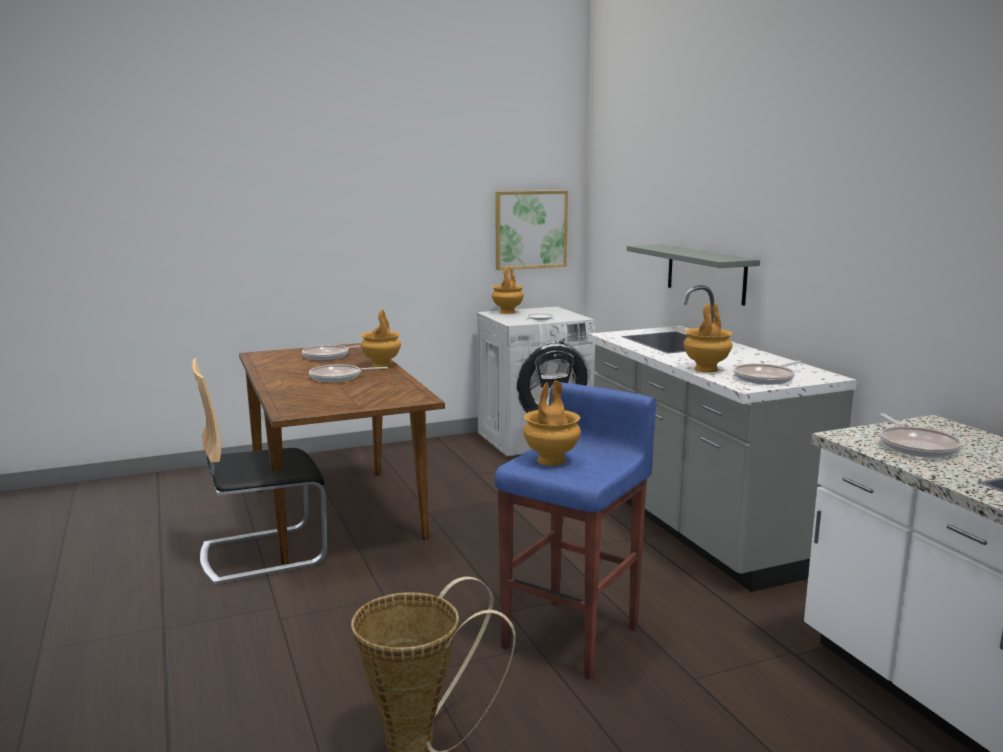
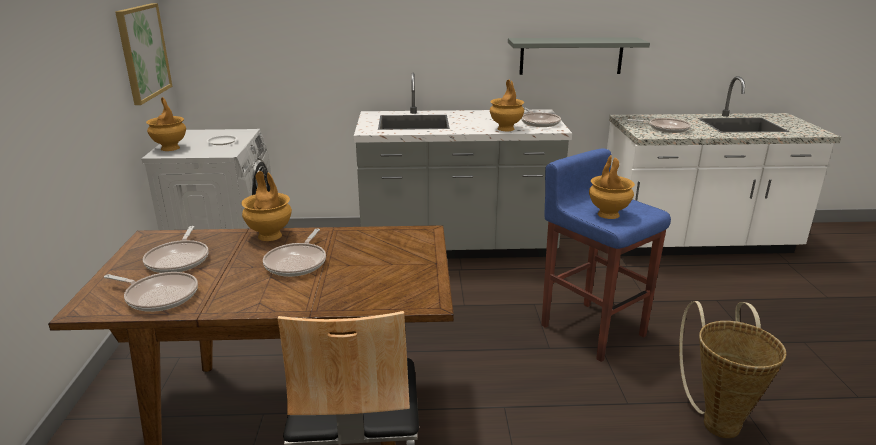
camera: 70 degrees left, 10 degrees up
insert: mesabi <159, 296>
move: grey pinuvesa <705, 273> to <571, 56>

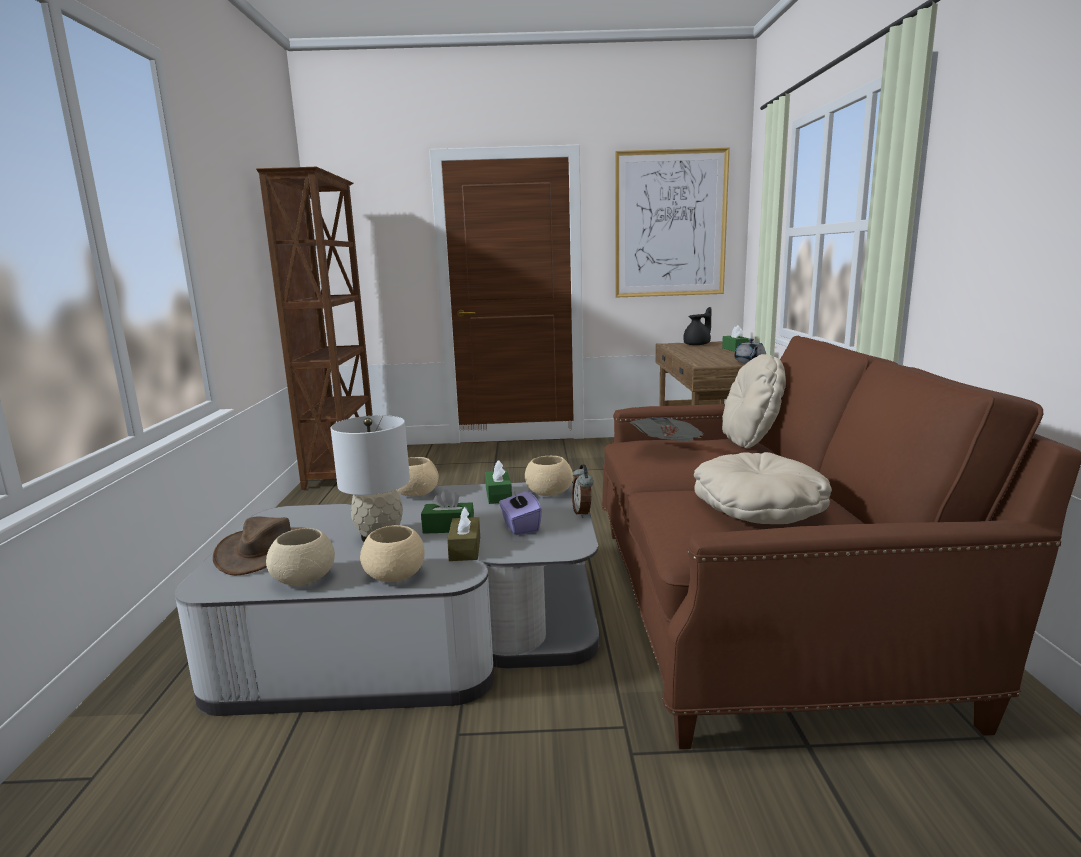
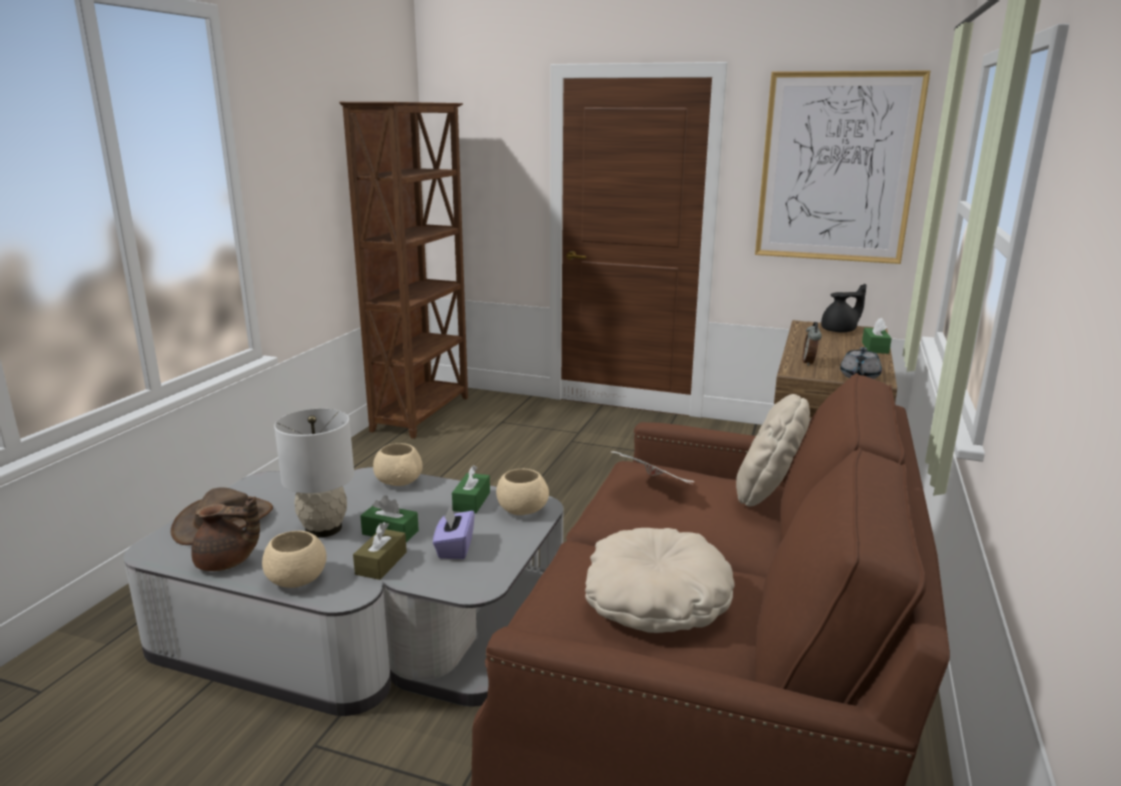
camera: 20 degrees right, 5 degrees up
move: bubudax <583, 513> to <809, 363>
replace: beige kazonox <305, 579> to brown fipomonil <226, 563>

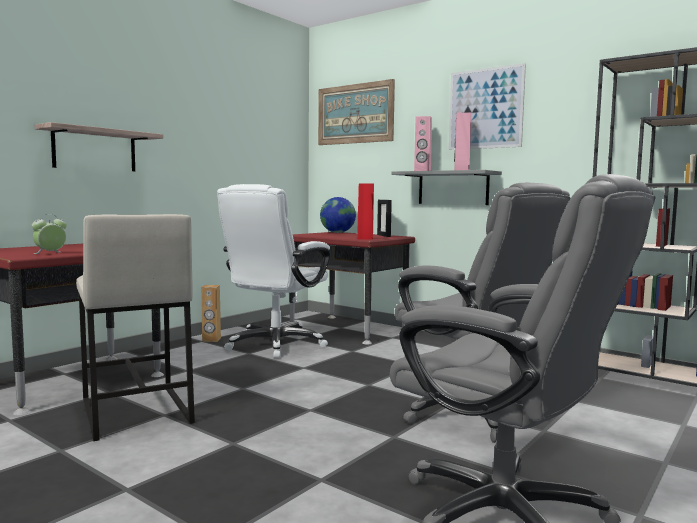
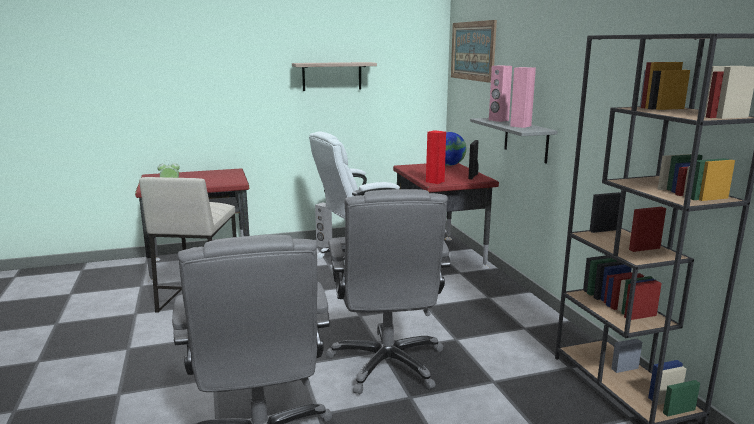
camera: 35 degrees right, 10 degrees up
delete: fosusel <485, 108>
move: pinuvesa <95, 150> to <332, 76>
recolor: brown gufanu <211, 340> to white gufanu <324, 245>

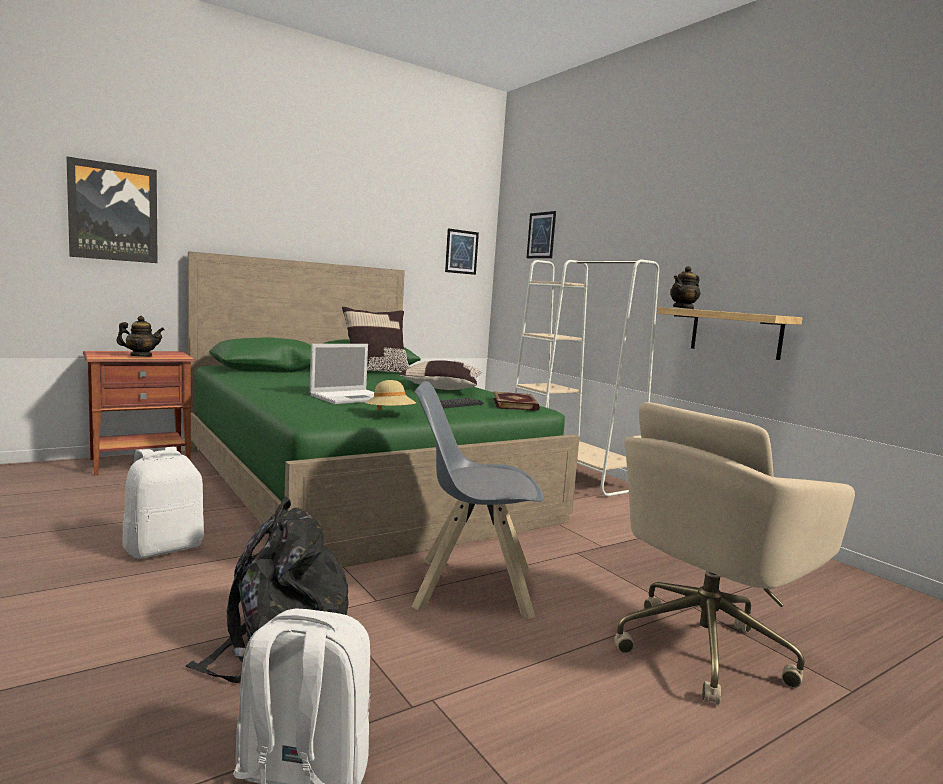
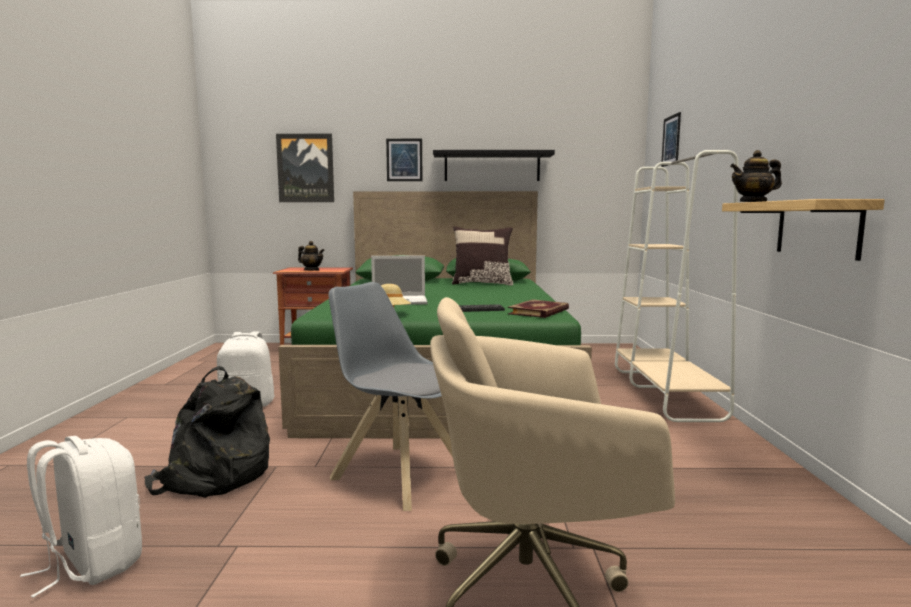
camera: 35 degrees right, 0 degrees up
delete: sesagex <441, 388>
insert: black pinuvesa <492, 167>
move: fosusel <461, 252> to <404, 160>

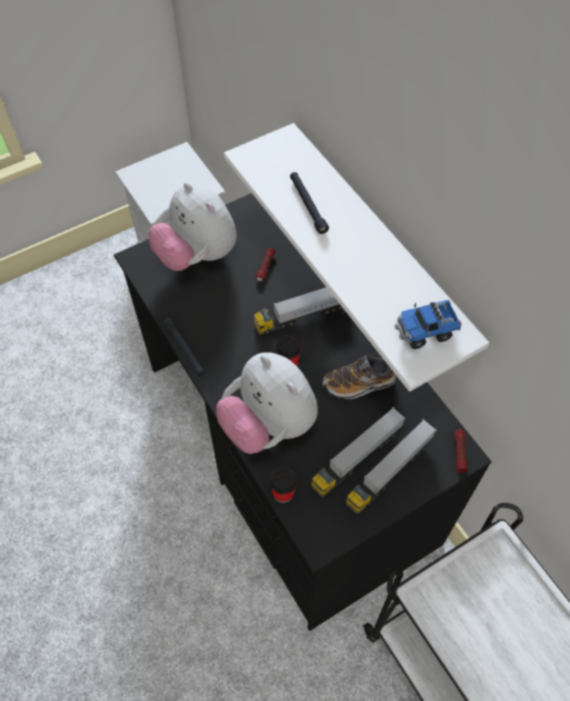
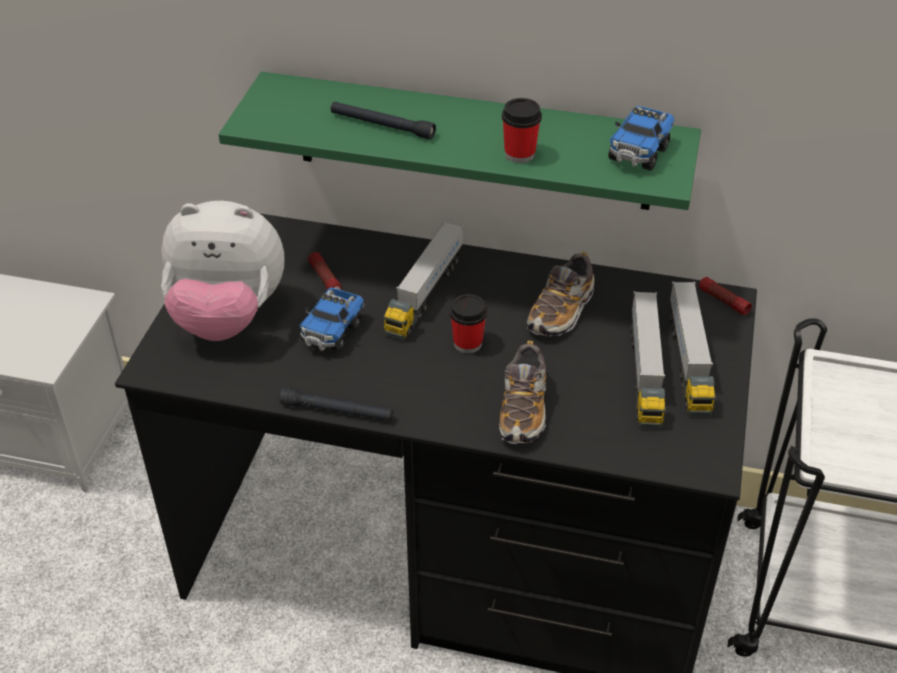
camera: 45 degrees left, 15 degrees down
insert: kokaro <332, 332>
move: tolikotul <283, 492> to <519, 154>
replace: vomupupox <268, 424> to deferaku <523, 410>
recolor: white pinuvesa <378, 246> to green pinuvesa <473, 142>

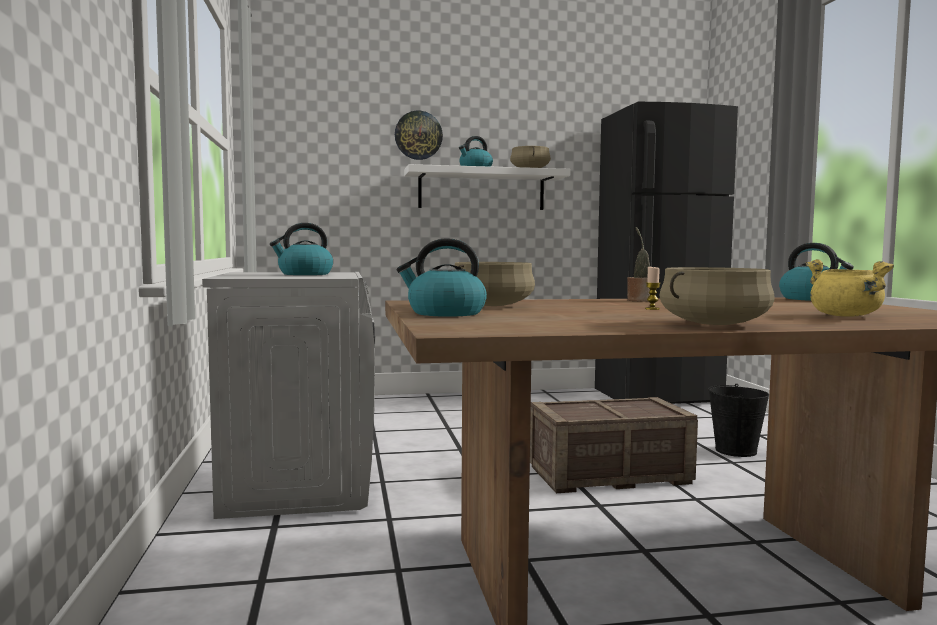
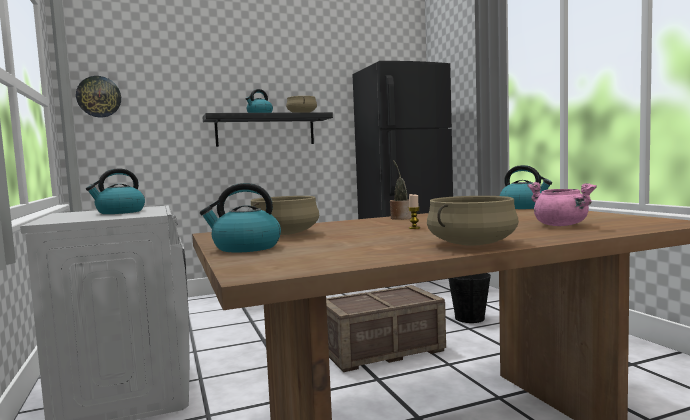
camera: 10 degrees left, 0 degrees up
move: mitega <418, 135> to <99, 97>
recolor: white pinuvesa <481, 190> to black pinuvesa <265, 130>; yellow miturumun <846, 316> to pink miturumun <561, 225>

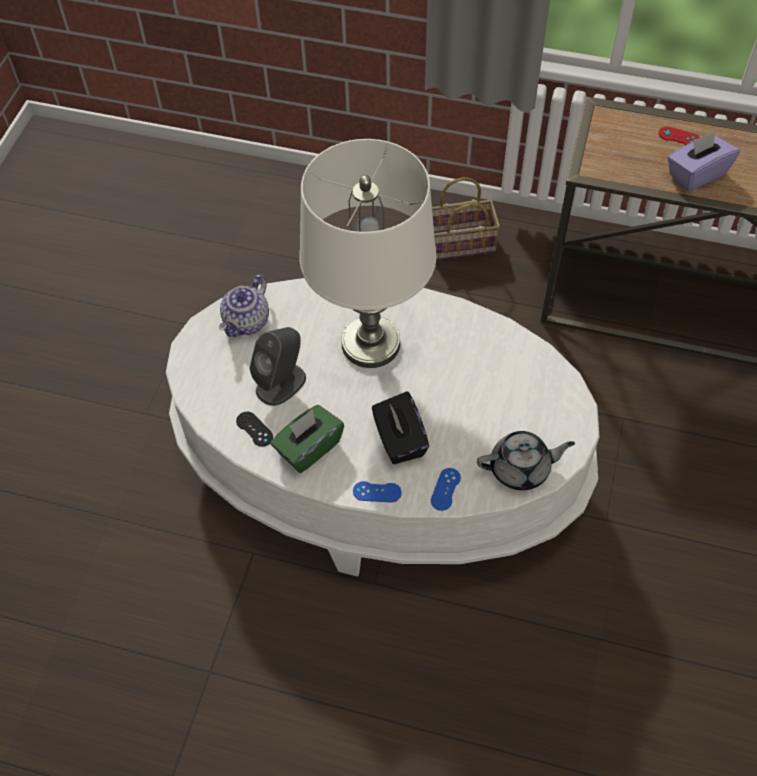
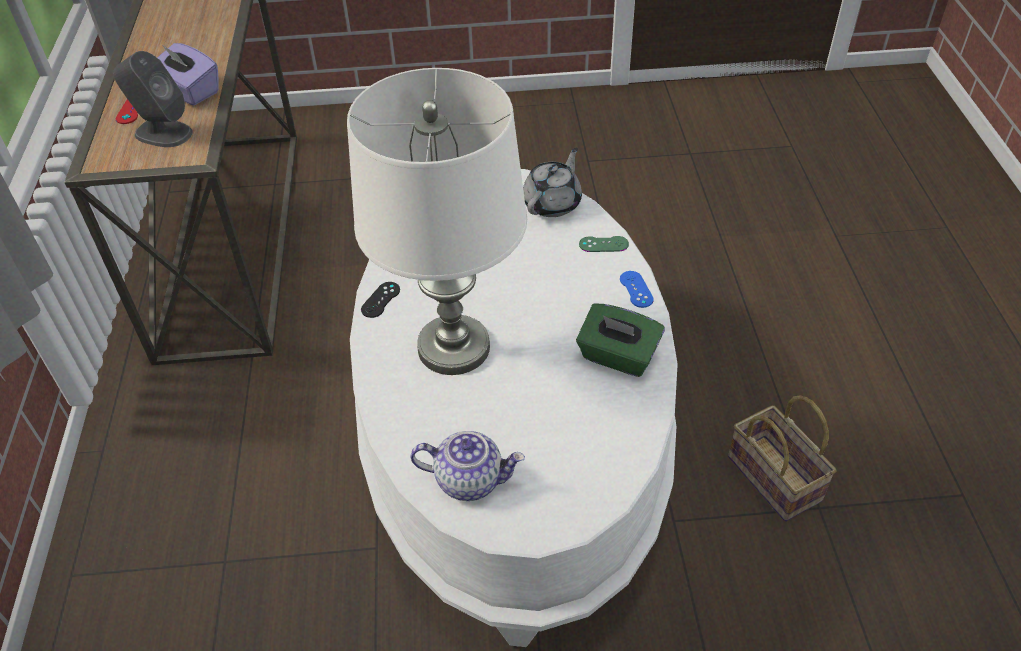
camera: 110 degrees left, 10 degrees down
delete: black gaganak <399, 440>
move: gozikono <459, 245> to <777, 479>; grey gufanu <281, 383> to <163, 133>; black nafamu <254, 429> to <380, 300>
recolor: blue nafamu <445, 489> to green nafamu <603, 244>
rotate: grey fipomonil <521, 468> = <553, 203> 60 degrees clockwise

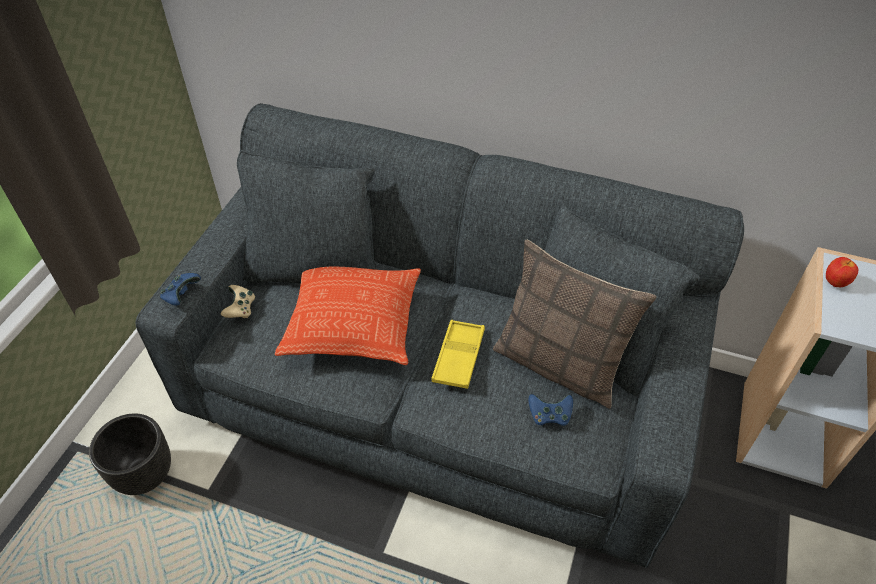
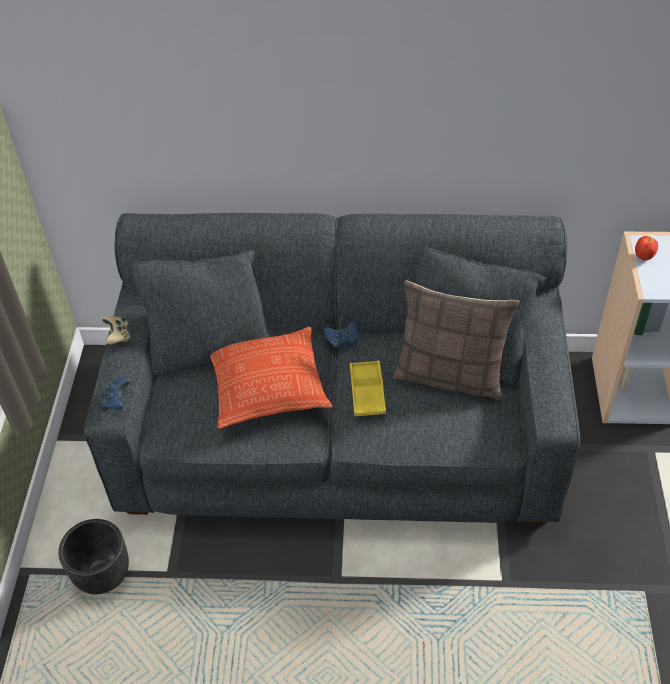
camera: 15 degrees left, 0 degrees up
move: beige nafamu <240, 309> to <118, 336>; blue nafamu <549, 416> to <342, 340>

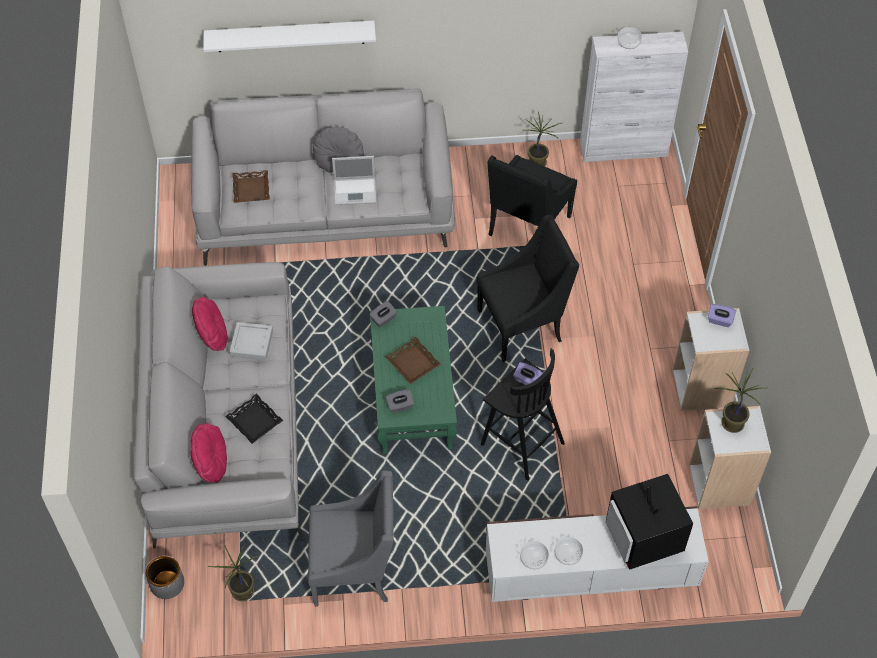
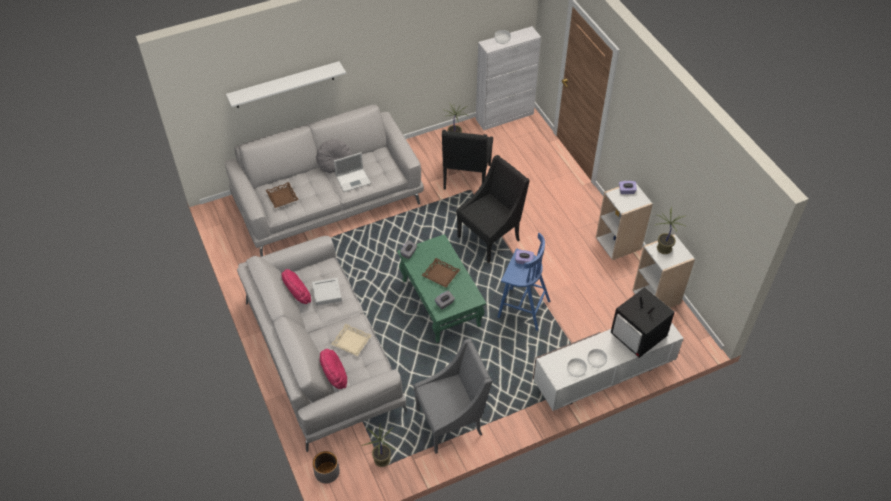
camera: 20 degrees left, 5 degrees down
recolor: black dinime <520, 442> to blue dinime <522, 308>; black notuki <254, 421> to beige notuki <351, 342>

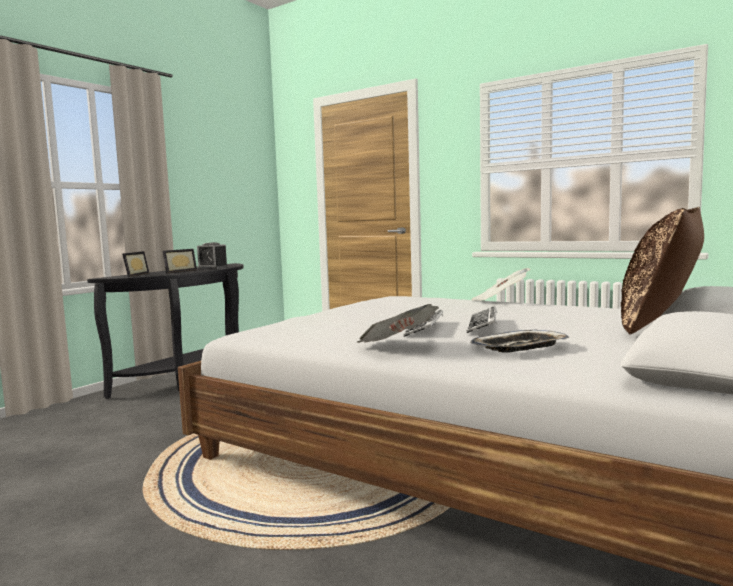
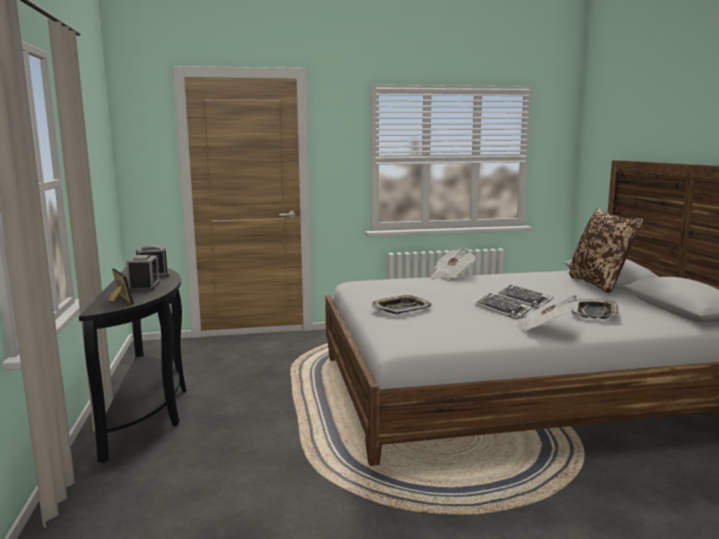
camera: 45 degrees left, 5 degrees up
insert: notuki <401, 309>
replace: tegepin <178, 271> to bubudax <144, 287>

